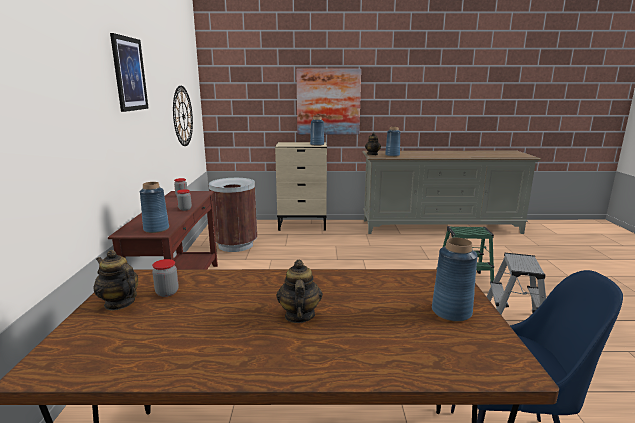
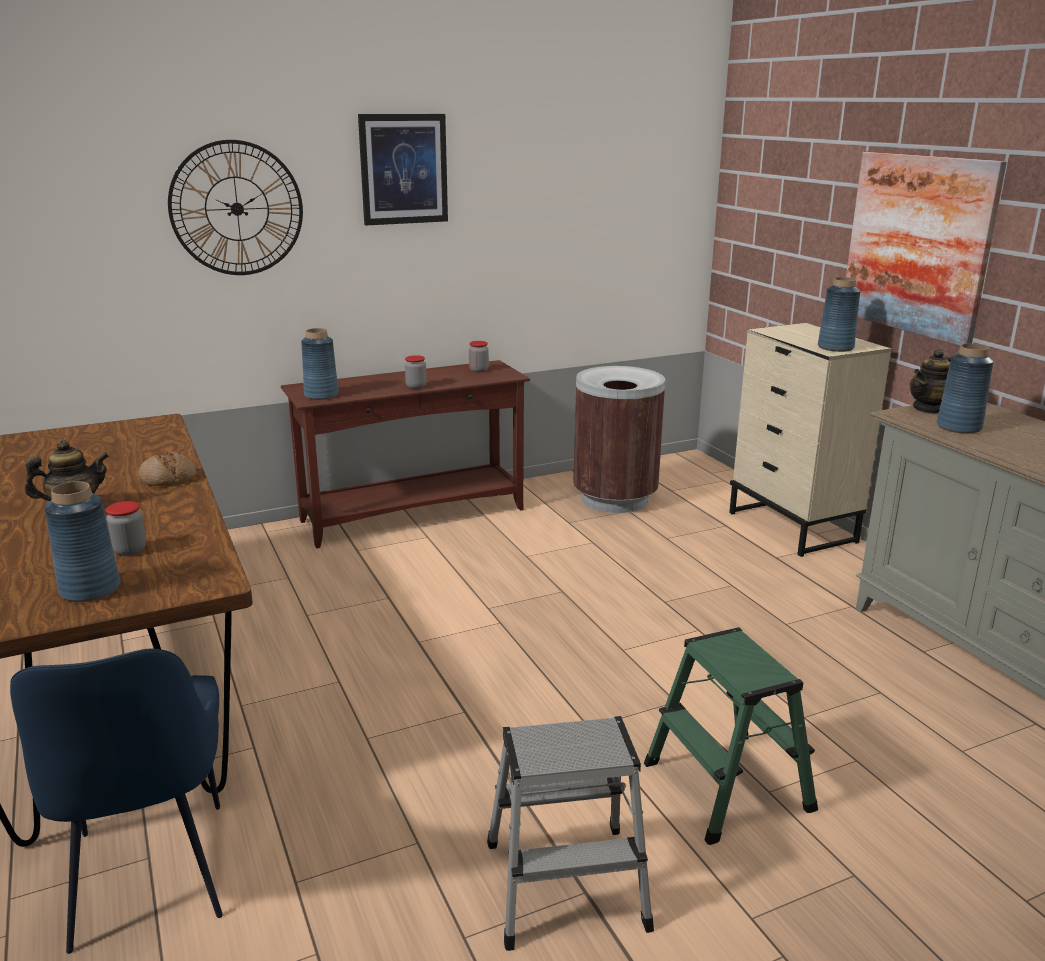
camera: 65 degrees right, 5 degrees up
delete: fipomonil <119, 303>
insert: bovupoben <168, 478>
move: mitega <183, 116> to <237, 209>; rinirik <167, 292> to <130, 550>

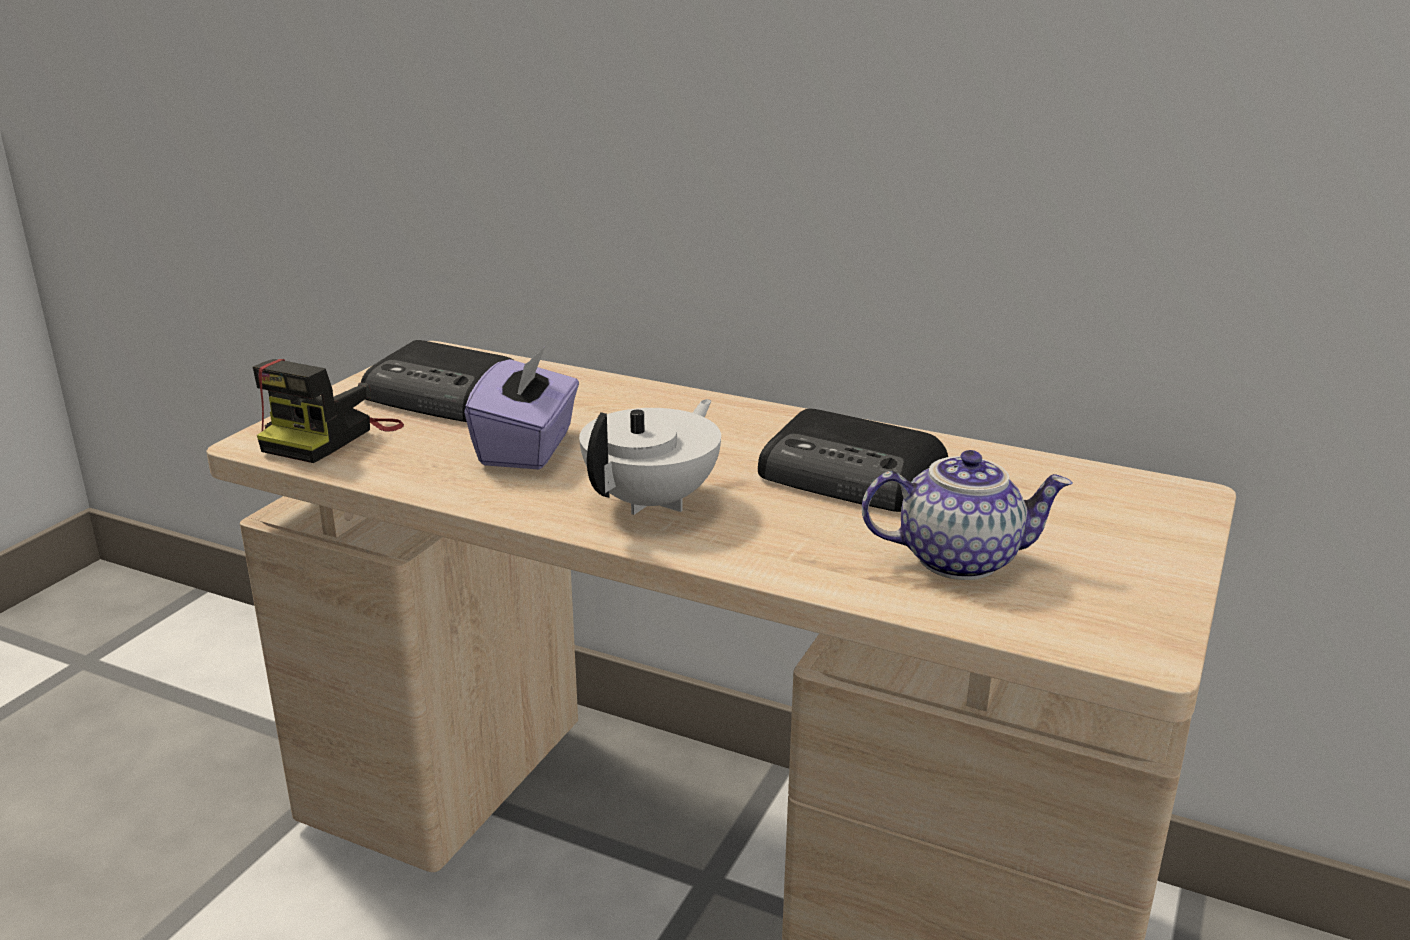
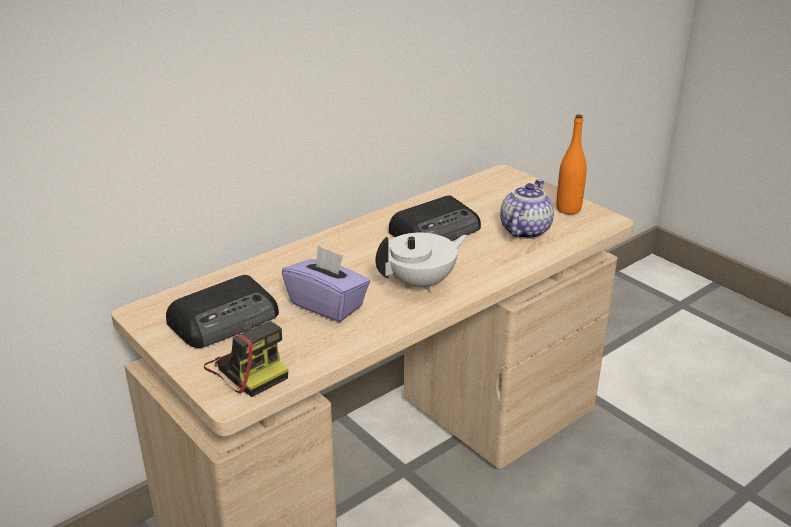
camera: 65 degrees left, 5 degrees up
insert: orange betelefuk <568, 209>
rotate: white fipomonil <654, 501> = <421, 283> 90 degrees clockwise

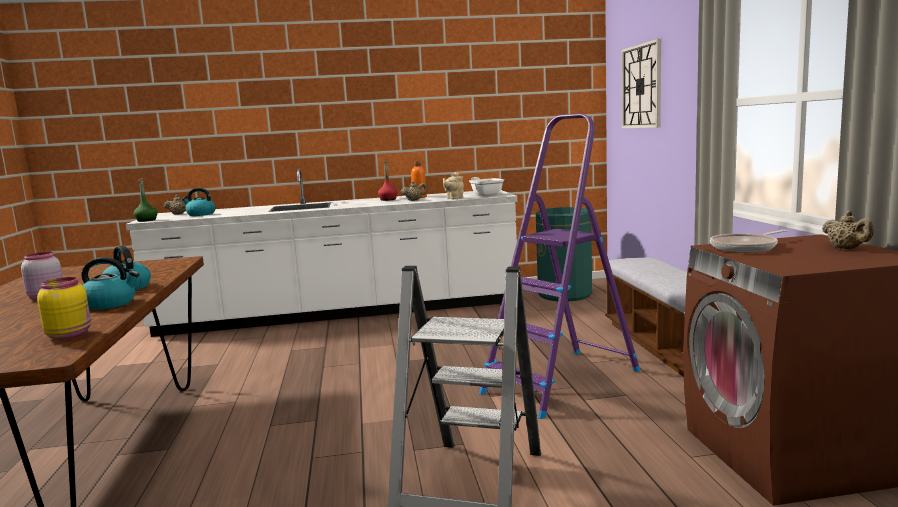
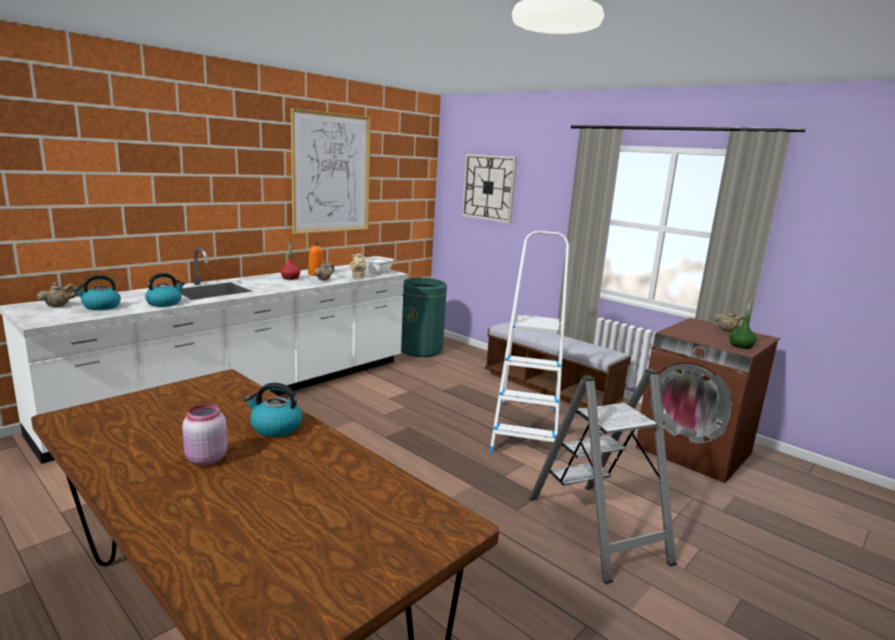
camera: 40 degrees left, 5 degrees up
delete: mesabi <746, 247>; yellow rinirik <70, 335>
insert: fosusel <331, 173>
move: green betelefuk <146, 220> to <741, 345>; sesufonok <110, 304> to <165, 303>
recolor: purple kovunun <561, 382> to white kovunun <526, 429>

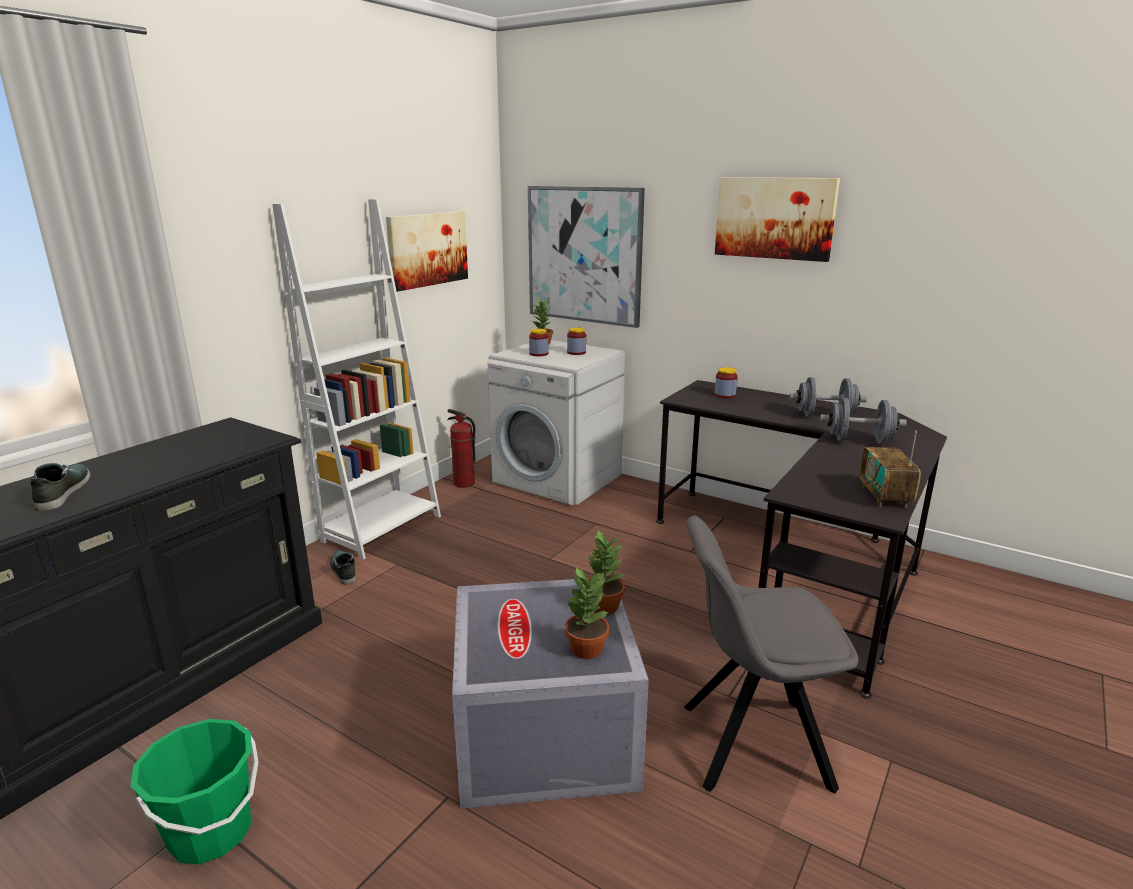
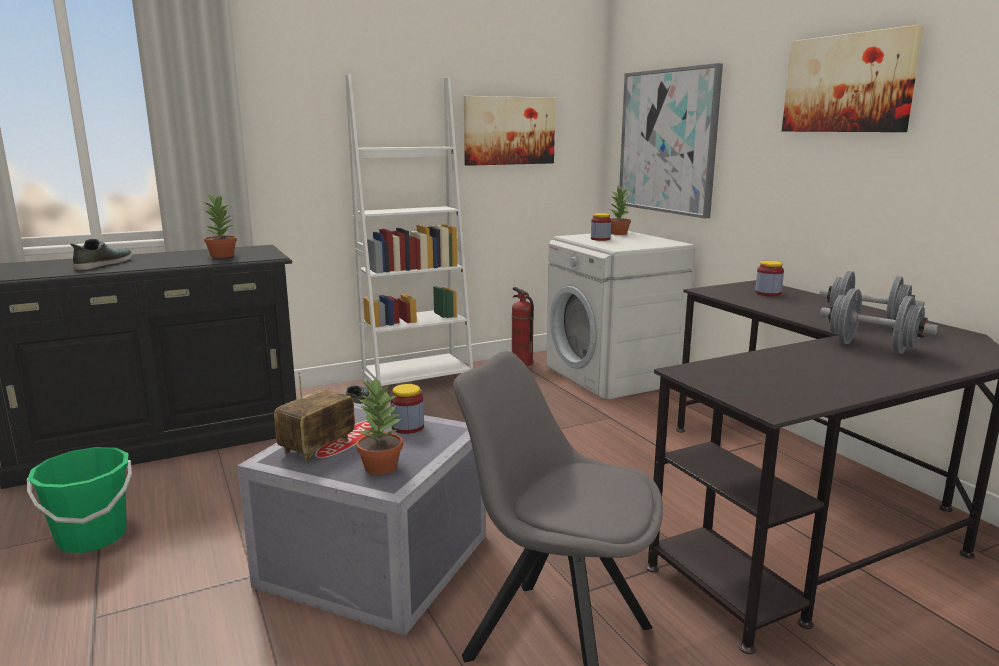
camera: 30 degrees right, 5 degrees down
move: rinirik <576, 352> to <407, 427>; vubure <884, 496> to <317, 446>; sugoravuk <603, 606> to <222, 255>

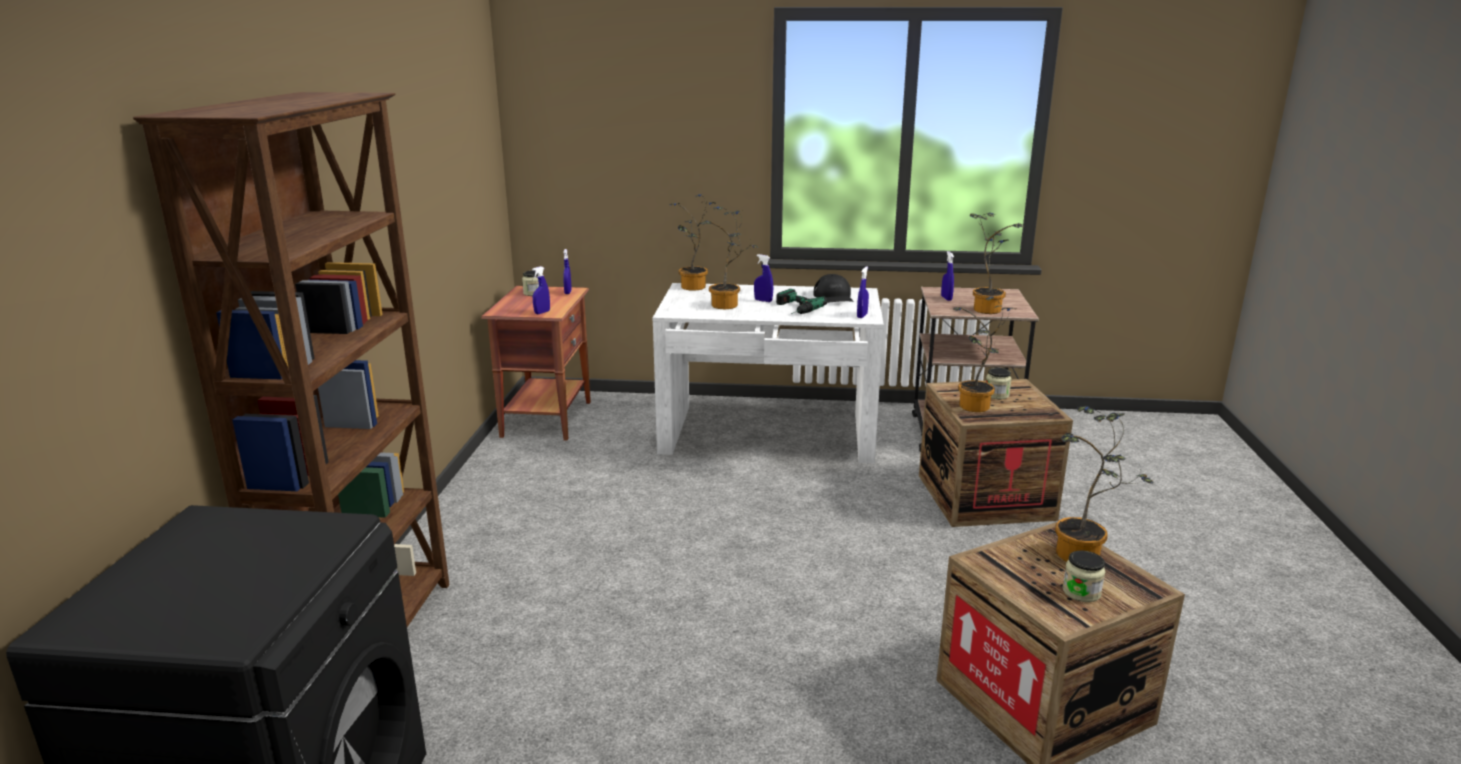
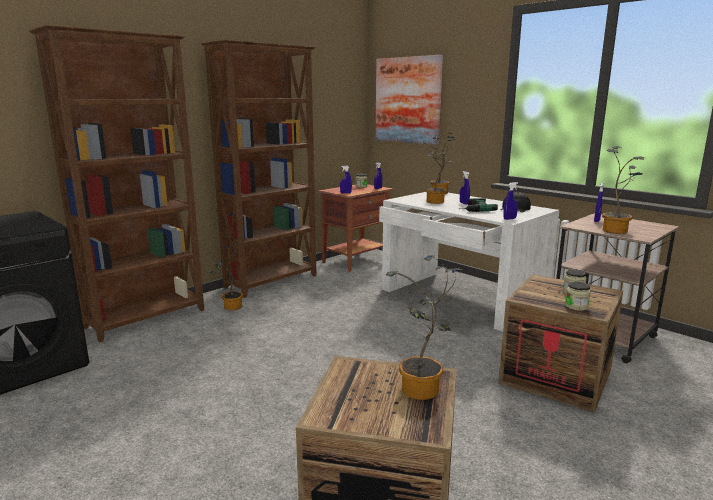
camera: 40 degrees right, 5 degrees down
insert: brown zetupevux <272, 281>; fosusel <408, 100>
move: sugoravuk <975, 408> to <230, 307>; rinirik <1081, 592> to <576, 306>

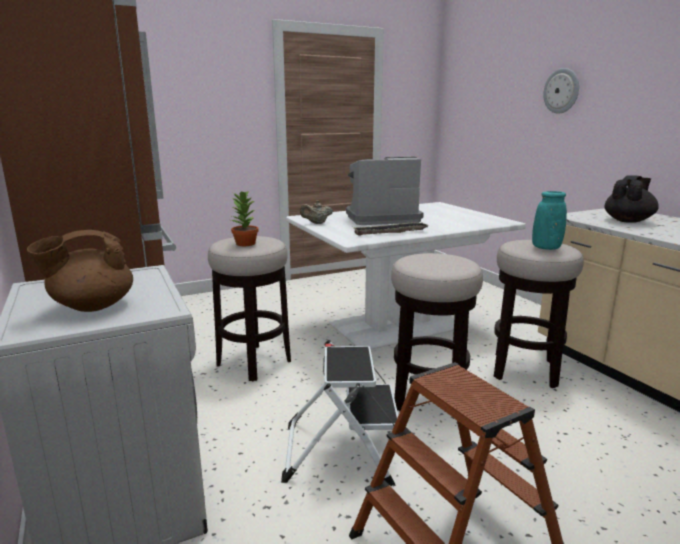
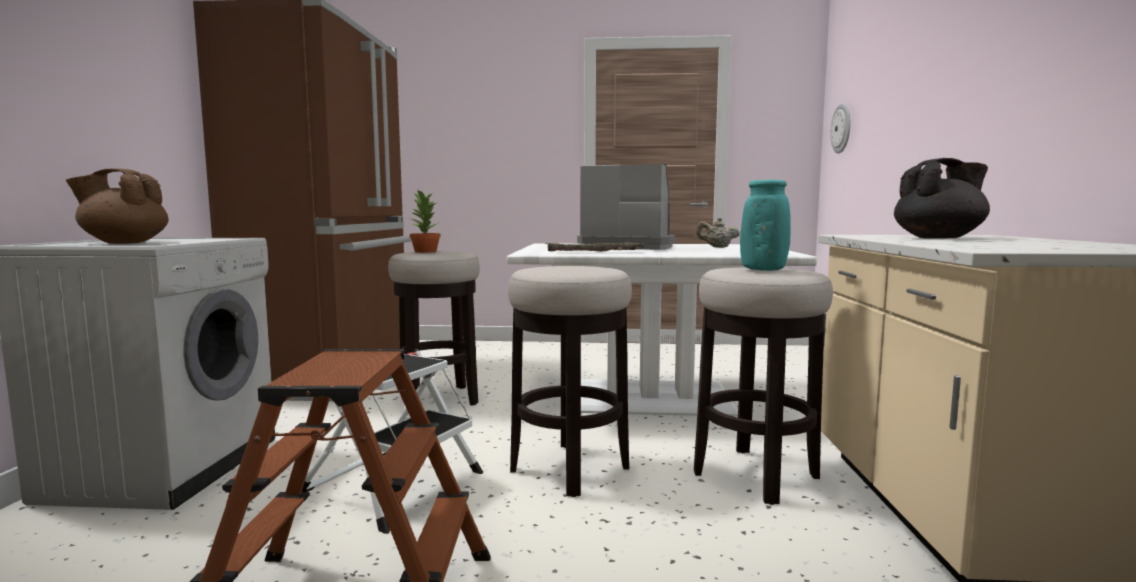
camera: 30 degrees right, 10 degrees down
move: mitega <561, 91> to <842, 128>; beige fipomonil <316, 223> to <717, 247>

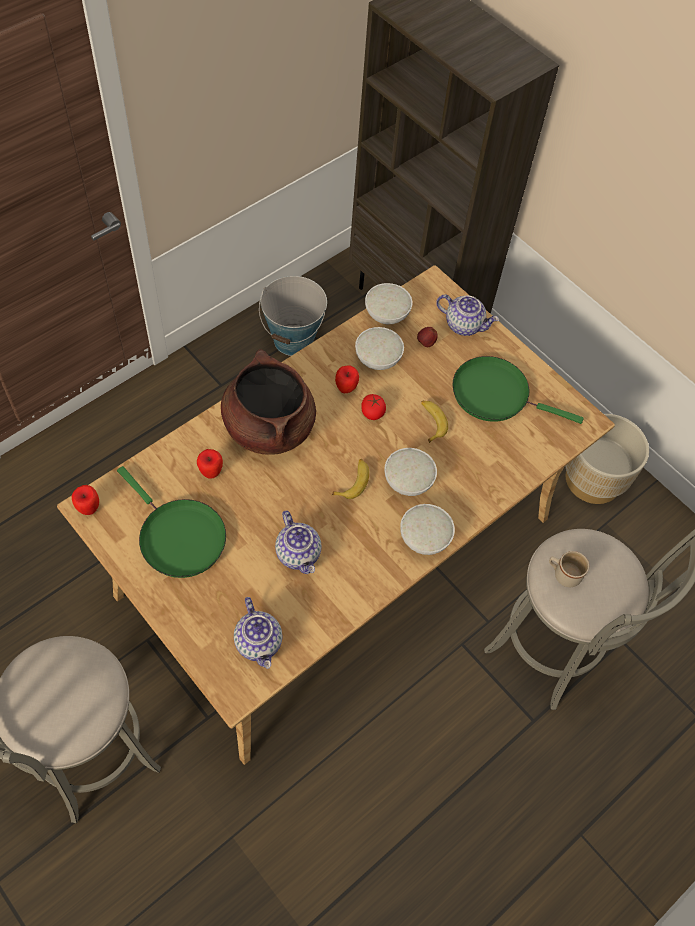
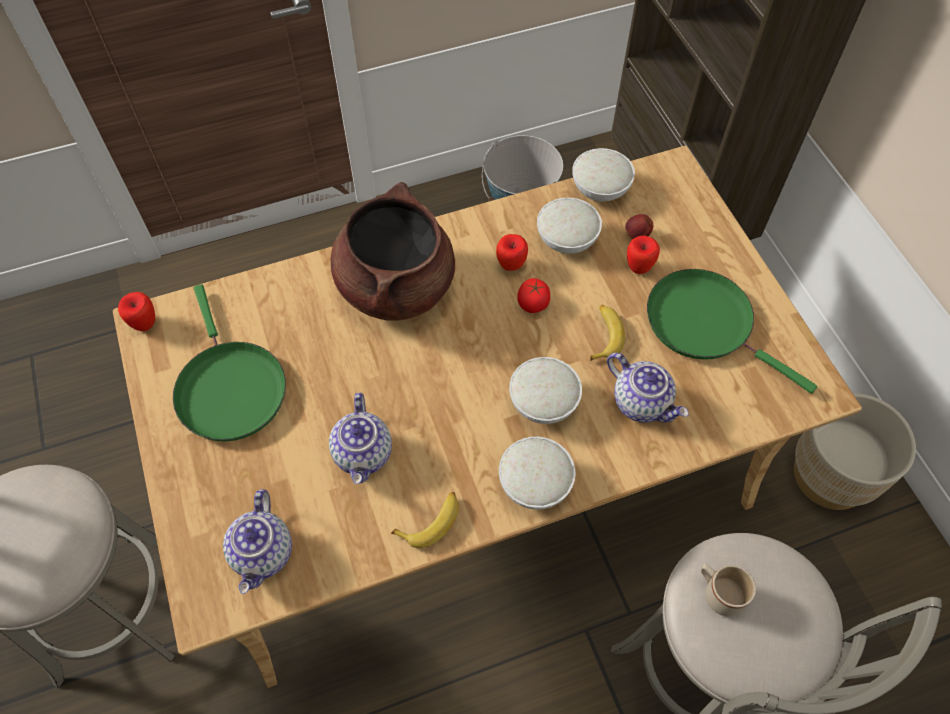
camera: 25 degrees right, 0 degrees up
move: fipomonil <464, 325> to <642, 402>; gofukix <211, 472> to <639, 267>; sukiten <353, 481> to <431, 521>

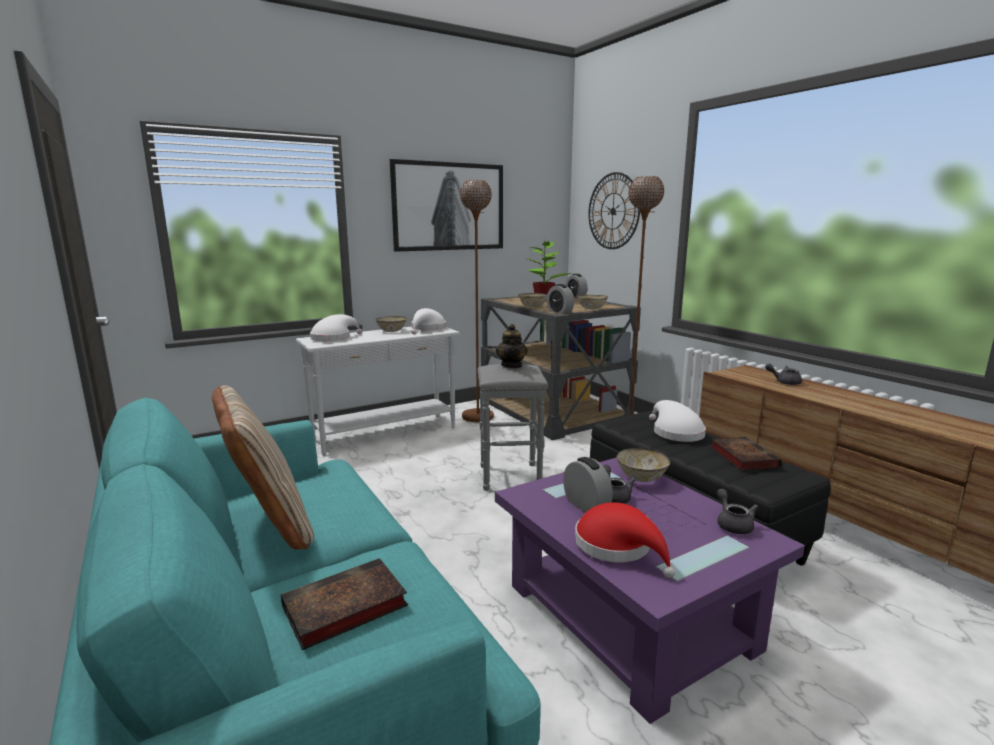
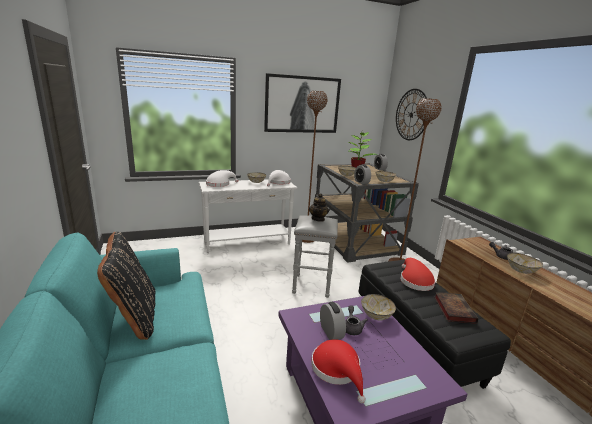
camera: 10 degrees right, 5 degrees up
delete: grey fipomonil <732, 524>; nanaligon <342, 609>
insert: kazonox <521, 271>
recolor: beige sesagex <269, 525> to black sesagex <134, 317>; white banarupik <675, 432> to red banarupik <415, 281>

